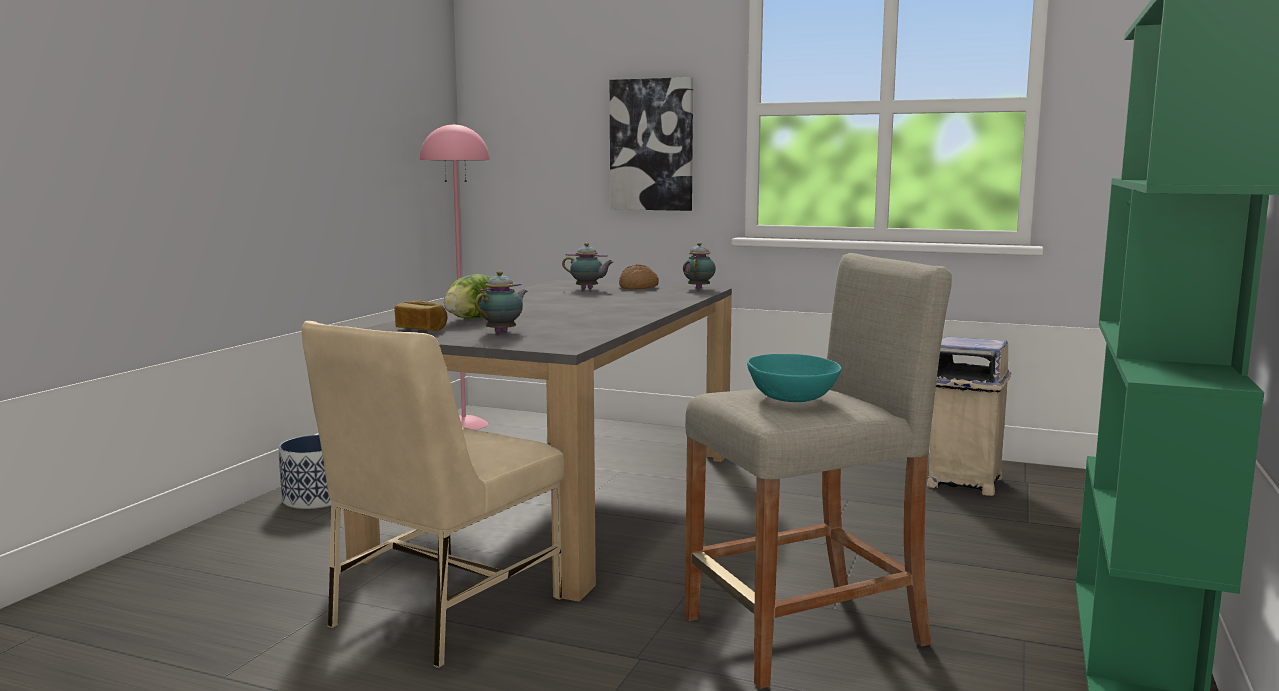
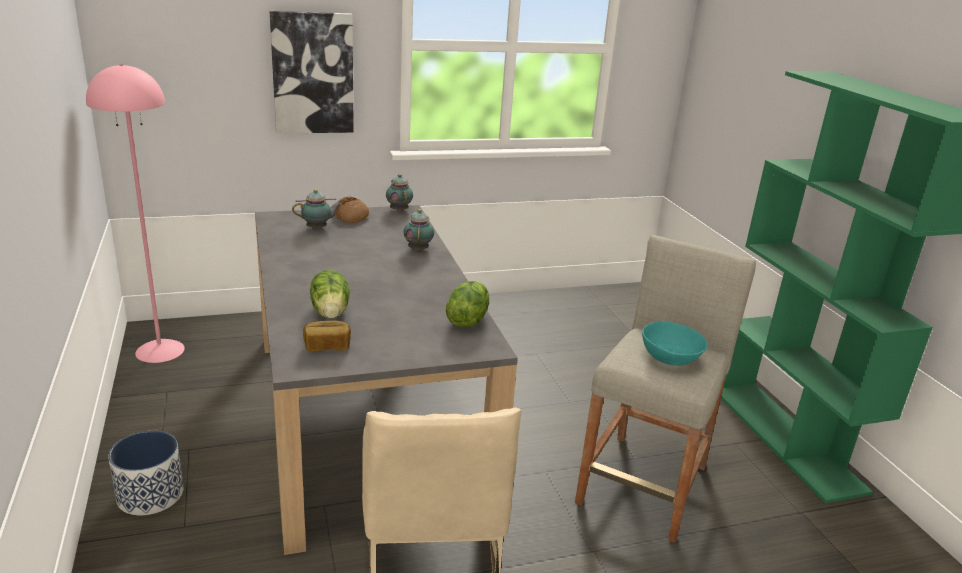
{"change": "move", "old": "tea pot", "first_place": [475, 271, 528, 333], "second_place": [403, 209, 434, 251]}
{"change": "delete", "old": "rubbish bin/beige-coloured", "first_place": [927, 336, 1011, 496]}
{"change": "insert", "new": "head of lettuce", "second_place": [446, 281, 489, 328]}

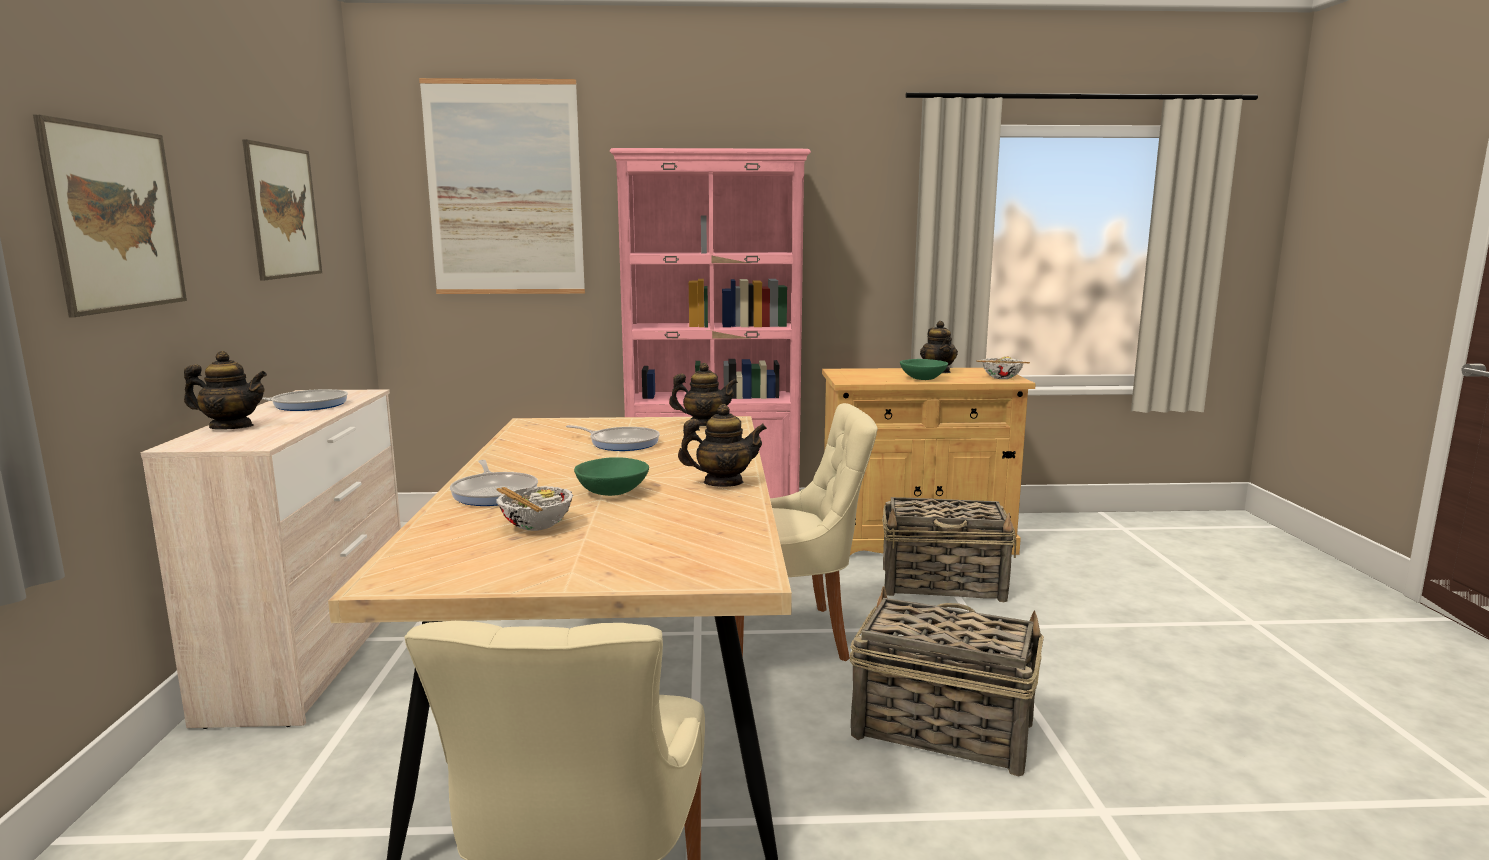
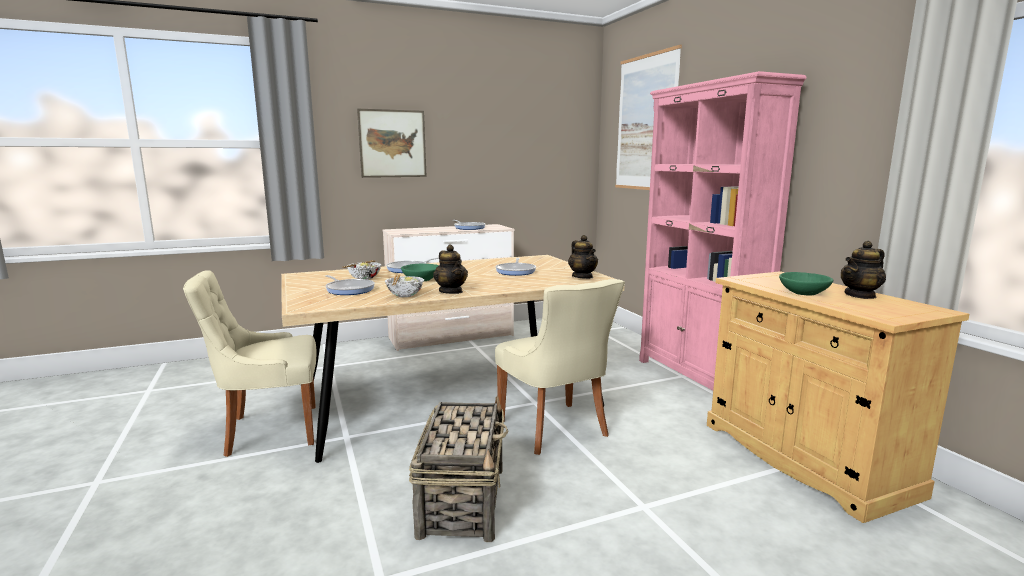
{"change": "delete", "old": "tea pot", "first_place": [184, 351, 267, 430]}
{"change": "delete", "old": "wall picture", "first_place": [242, 139, 322, 280]}
{"change": "delete", "old": "storage basket", "first_place": [882, 497, 1016, 602]}
{"change": "move", "old": "serving bowl", "first_place": [976, 357, 1030, 379], "second_place": [385, 275, 424, 297]}
{"change": "insert", "new": "skillet", "second_place": [325, 275, 375, 295]}

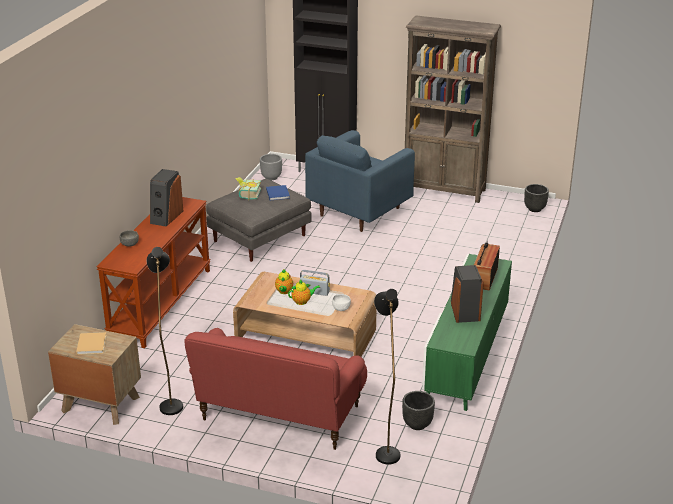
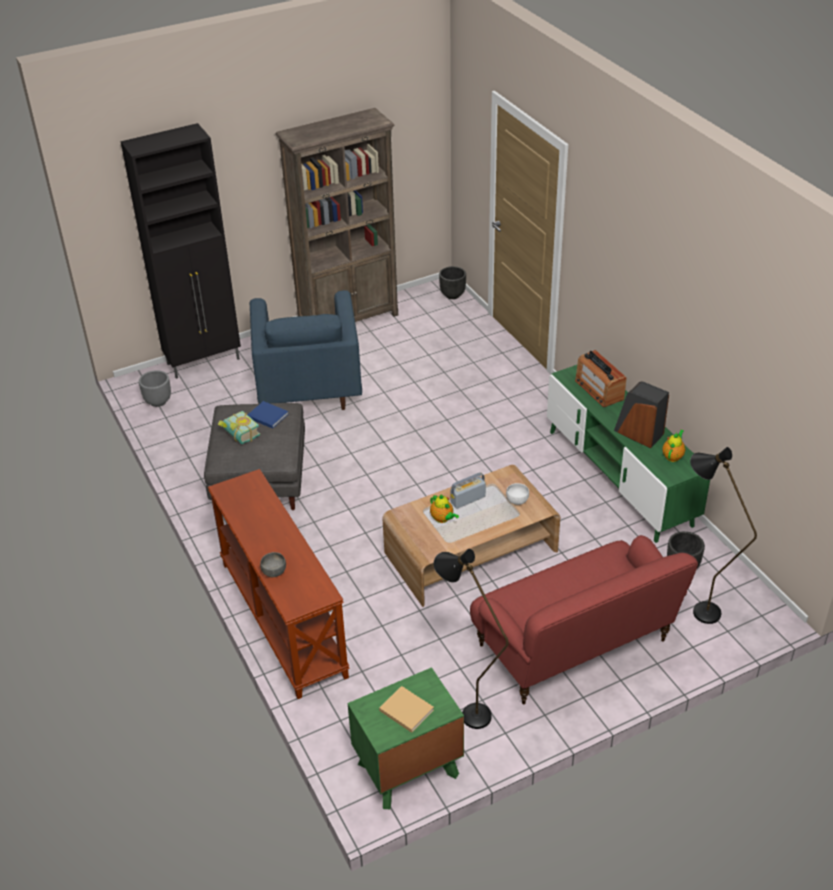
{"change": "recolor", "old": "nightstand/brown", "new": "nightstand/greenish", "first_place": [48, 324, 141, 425], "second_place": [348, 667, 464, 809]}
{"change": "delete", "old": "speaker", "first_place": [150, 169, 183, 227]}
{"change": "move", "old": "tea pot", "first_place": [288, 279, 320, 305], "second_place": [662, 430, 685, 462]}

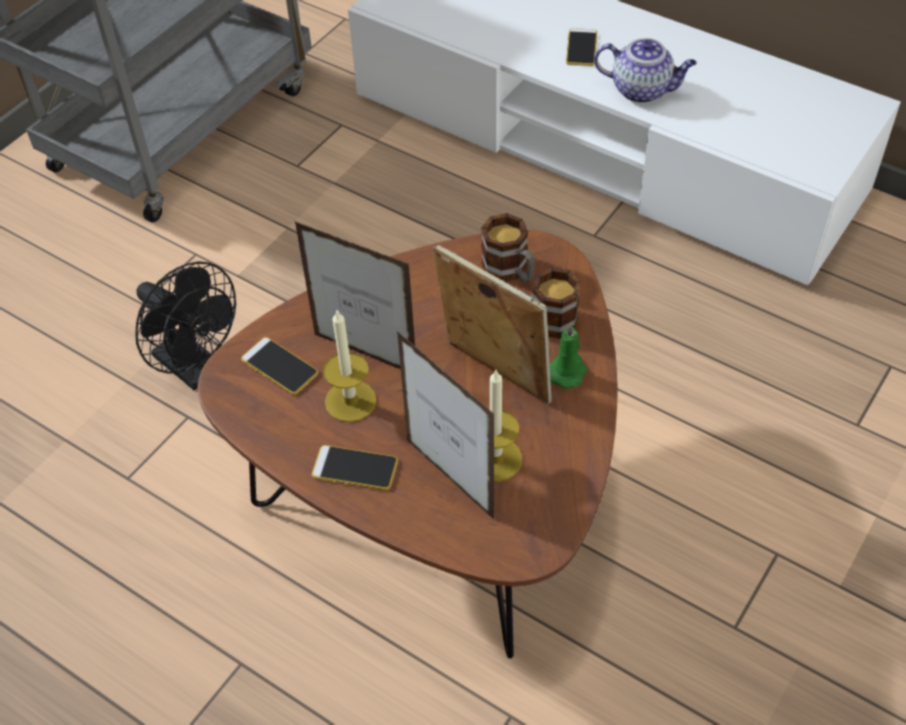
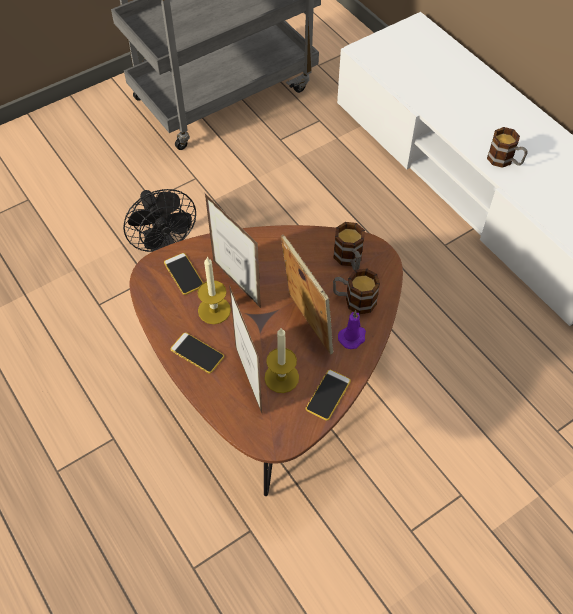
{"change": "recolor", "old": "candle/greenish", "new": "candle/purple", "first_place": [550, 323, 587, 389], "second_place": [338, 310, 366, 349]}
{"change": "move", "old": "telephone", "first_place": [566, 28, 597, 66], "second_place": [306, 370, 351, 421]}
{"change": "replace", "old": "tea pot", "new": "coffee mug", "first_place": [594, 38, 697, 103], "second_place": [487, 127, 527, 168]}

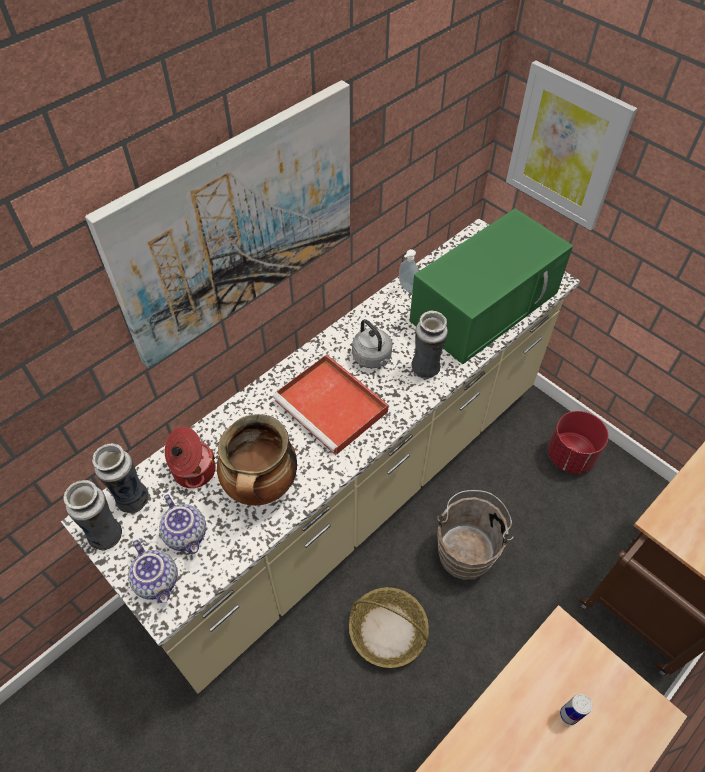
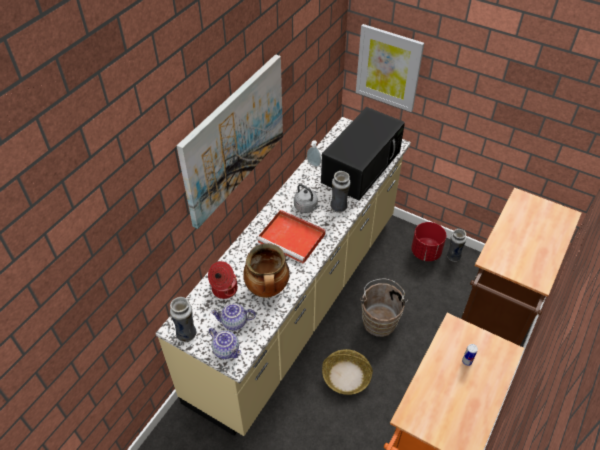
{"change": "move", "old": "flower vase", "first_place": [92, 443, 149, 513], "second_place": [447, 229, 466, 262]}
{"change": "rotate", "old": "tea pot", "first_place": [159, 494, 206, 554], "second_place": [210, 303, 256, 330], "degrees": 135}
{"change": "recolor", "old": "microwave oven/greenish", "new": "microwave oven/blackish", "first_place": [410, 208, 573, 364], "second_place": [321, 107, 405, 200]}

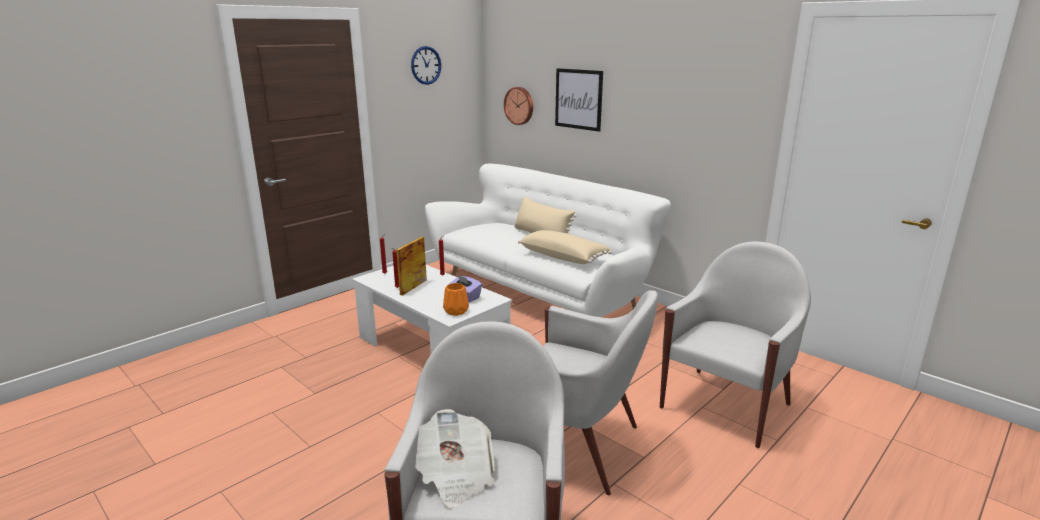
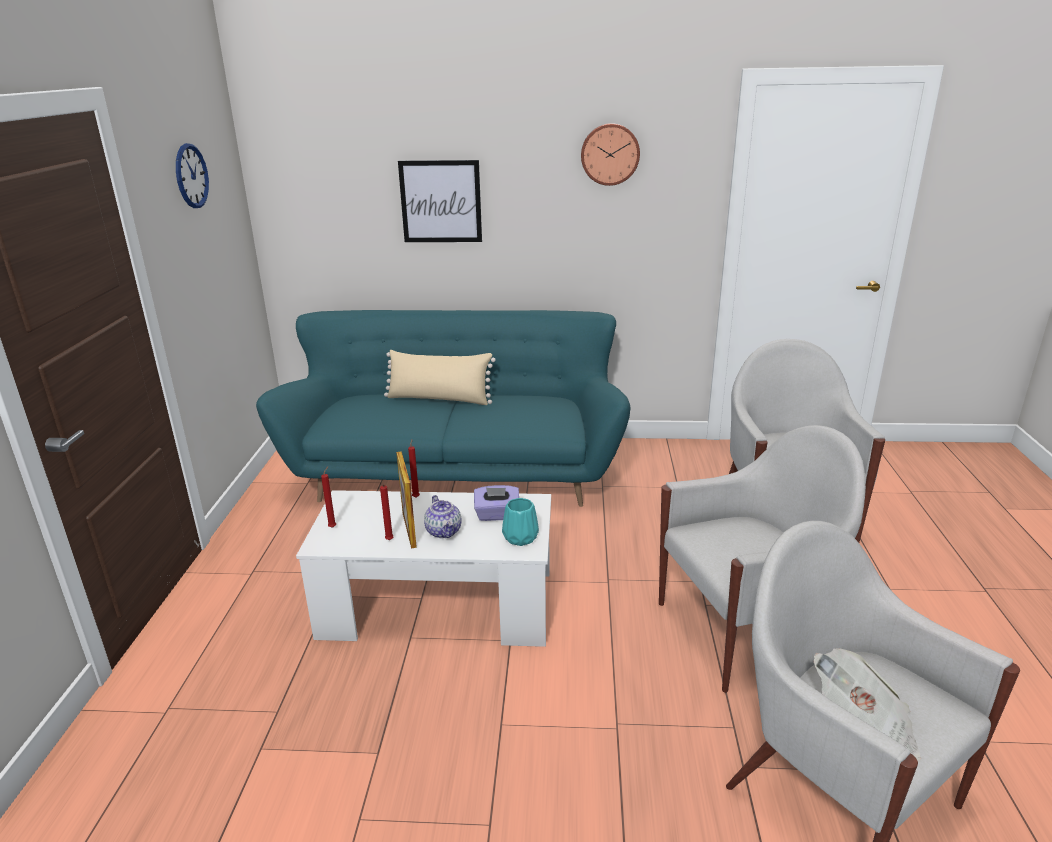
{"change": "recolor", "old": "sofa/white-coloured", "new": "sofa/turquoise", "first_place": [425, 164, 671, 317], "second_place": [256, 310, 631, 507]}
{"change": "recolor", "old": "flower vase/orangey", "new": "flower vase/turquoise", "first_place": [443, 283, 469, 316], "second_place": [502, 498, 539, 546]}
{"change": "move", "old": "clock on the wall", "first_place": [504, 87, 533, 125], "second_place": [581, 123, 640, 186]}
{"change": "delete", "old": "cushion/beige-coloured", "first_place": [518, 230, 612, 264]}
{"change": "insert", "new": "tea pot", "second_place": [424, 495, 462, 538]}

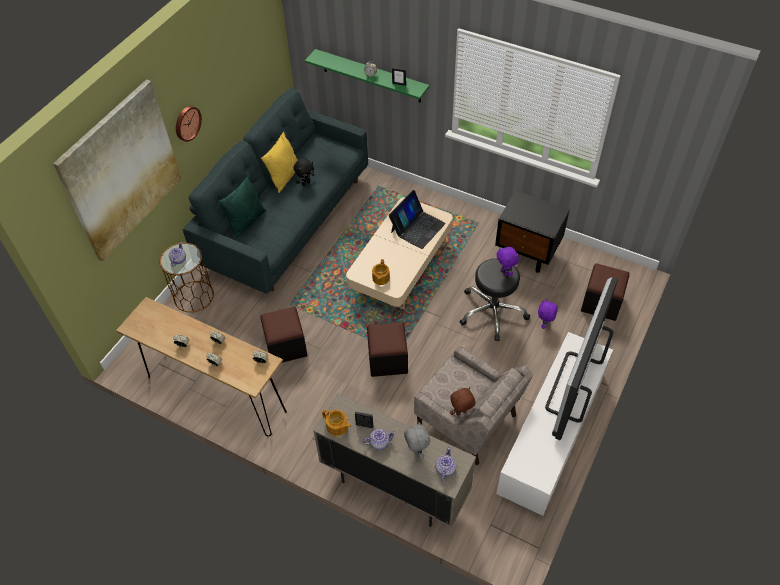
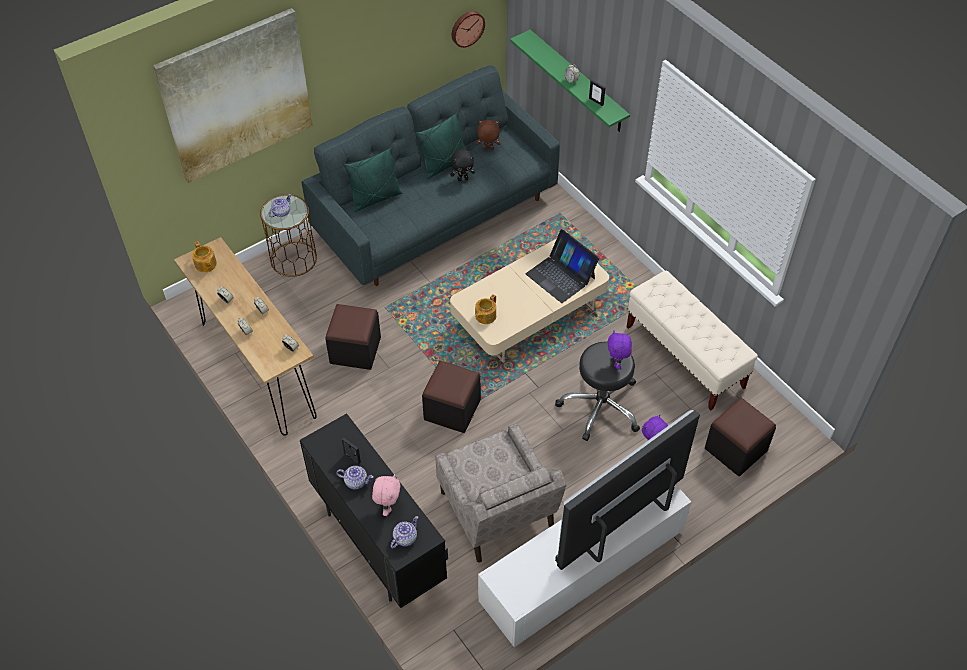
{"change": "move", "old": "clock on the wall", "first_place": [176, 106, 202, 142], "second_place": [452, 11, 485, 48]}
{"change": "recolor", "old": "cushion/yellowish", "new": "cushion/greenish", "first_place": [261, 132, 298, 193], "second_place": [416, 112, 466, 180]}
{"change": "recolor", "old": "cabinet/beige-coloured", "new": "cabinet/blackish", "first_place": [313, 393, 476, 527], "second_place": [300, 413, 448, 608]}
{"change": "move", "old": "tea pot", "first_place": [322, 409, 352, 436], "second_place": [192, 241, 217, 273]}
{"change": "rotate", "old": "portable computer", "first_place": [389, 190, 446, 249], "second_place": [526, 229, 599, 303], "degrees": 75}
{"change": "recolor", "old": "cuddly toy/gray", "new": "cuddly toy/pinkish", "first_place": [404, 421, 430, 459], "second_place": [372, 474, 400, 516]}
{"change": "move", "old": "cuddly toy/brown", "first_place": [450, 387, 475, 416], "second_place": [476, 120, 501, 150]}
{"change": "replace", "old": "nightstand/blackish", "new": "bench/beige-coloured", "first_place": [495, 191, 570, 273], "second_place": [627, 271, 758, 411]}

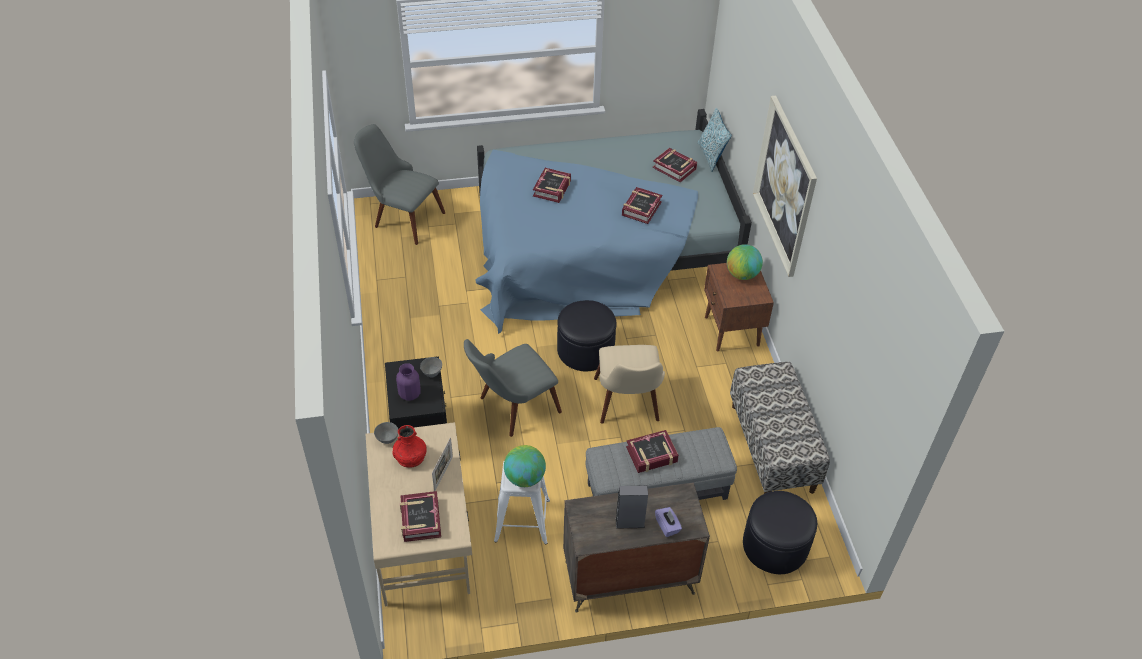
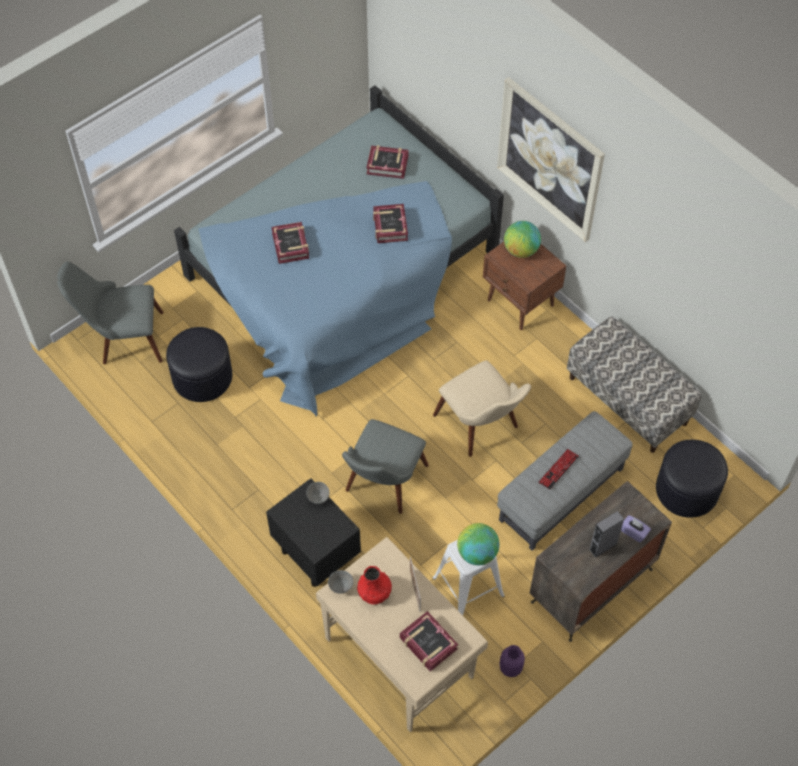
{"change": "move", "old": "flower vase/purple", "first_place": [396, 363, 421, 401], "second_place": [500, 645, 525, 677]}
{"change": "move", "old": "ottoman/blackish", "first_place": [557, 300, 617, 371], "second_place": [166, 327, 232, 402]}
{"change": "replace", "old": "bound book", "new": "PC keyboard", "first_place": [626, 430, 679, 473], "second_place": [538, 449, 579, 490]}
{"change": "delete", "old": "cushion", "first_place": [698, 108, 732, 171]}

